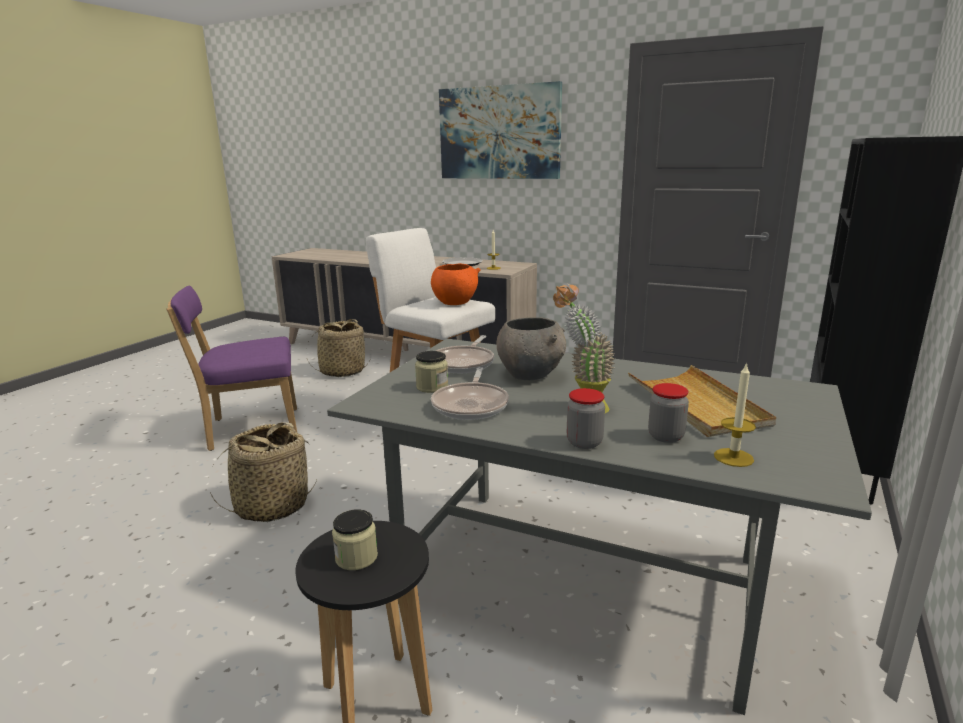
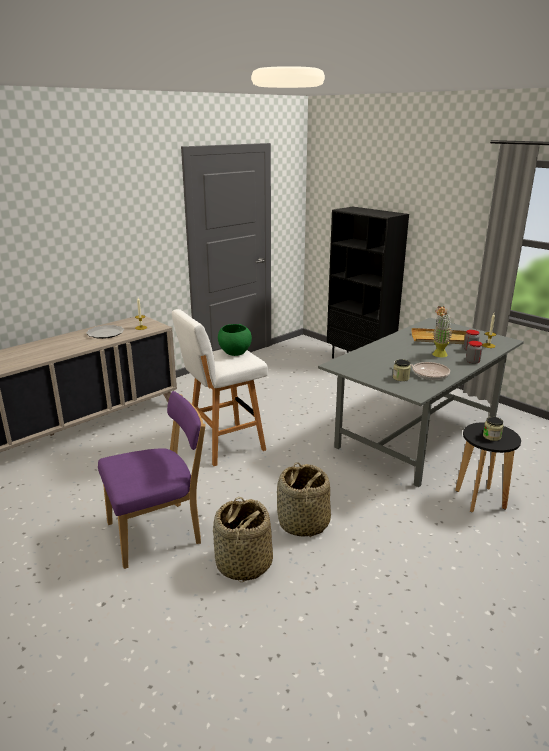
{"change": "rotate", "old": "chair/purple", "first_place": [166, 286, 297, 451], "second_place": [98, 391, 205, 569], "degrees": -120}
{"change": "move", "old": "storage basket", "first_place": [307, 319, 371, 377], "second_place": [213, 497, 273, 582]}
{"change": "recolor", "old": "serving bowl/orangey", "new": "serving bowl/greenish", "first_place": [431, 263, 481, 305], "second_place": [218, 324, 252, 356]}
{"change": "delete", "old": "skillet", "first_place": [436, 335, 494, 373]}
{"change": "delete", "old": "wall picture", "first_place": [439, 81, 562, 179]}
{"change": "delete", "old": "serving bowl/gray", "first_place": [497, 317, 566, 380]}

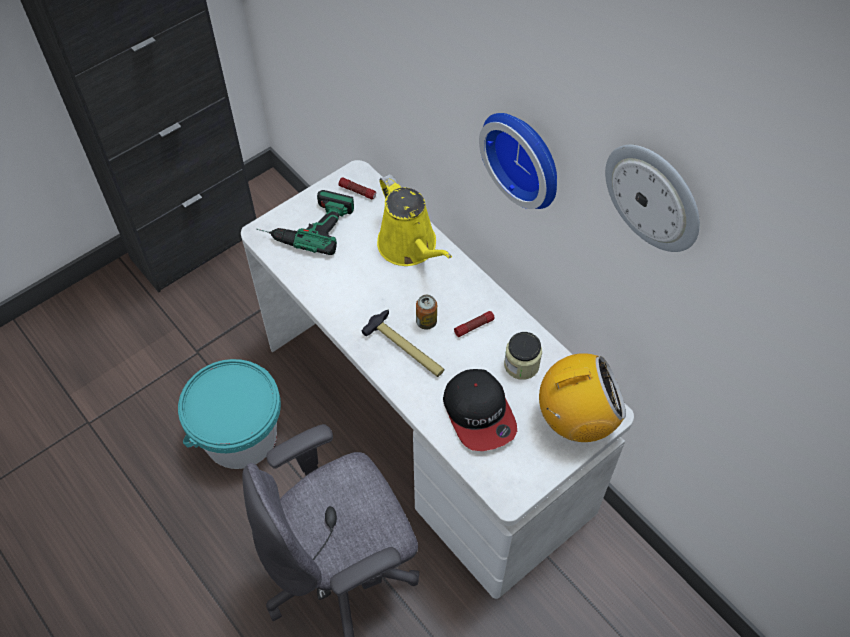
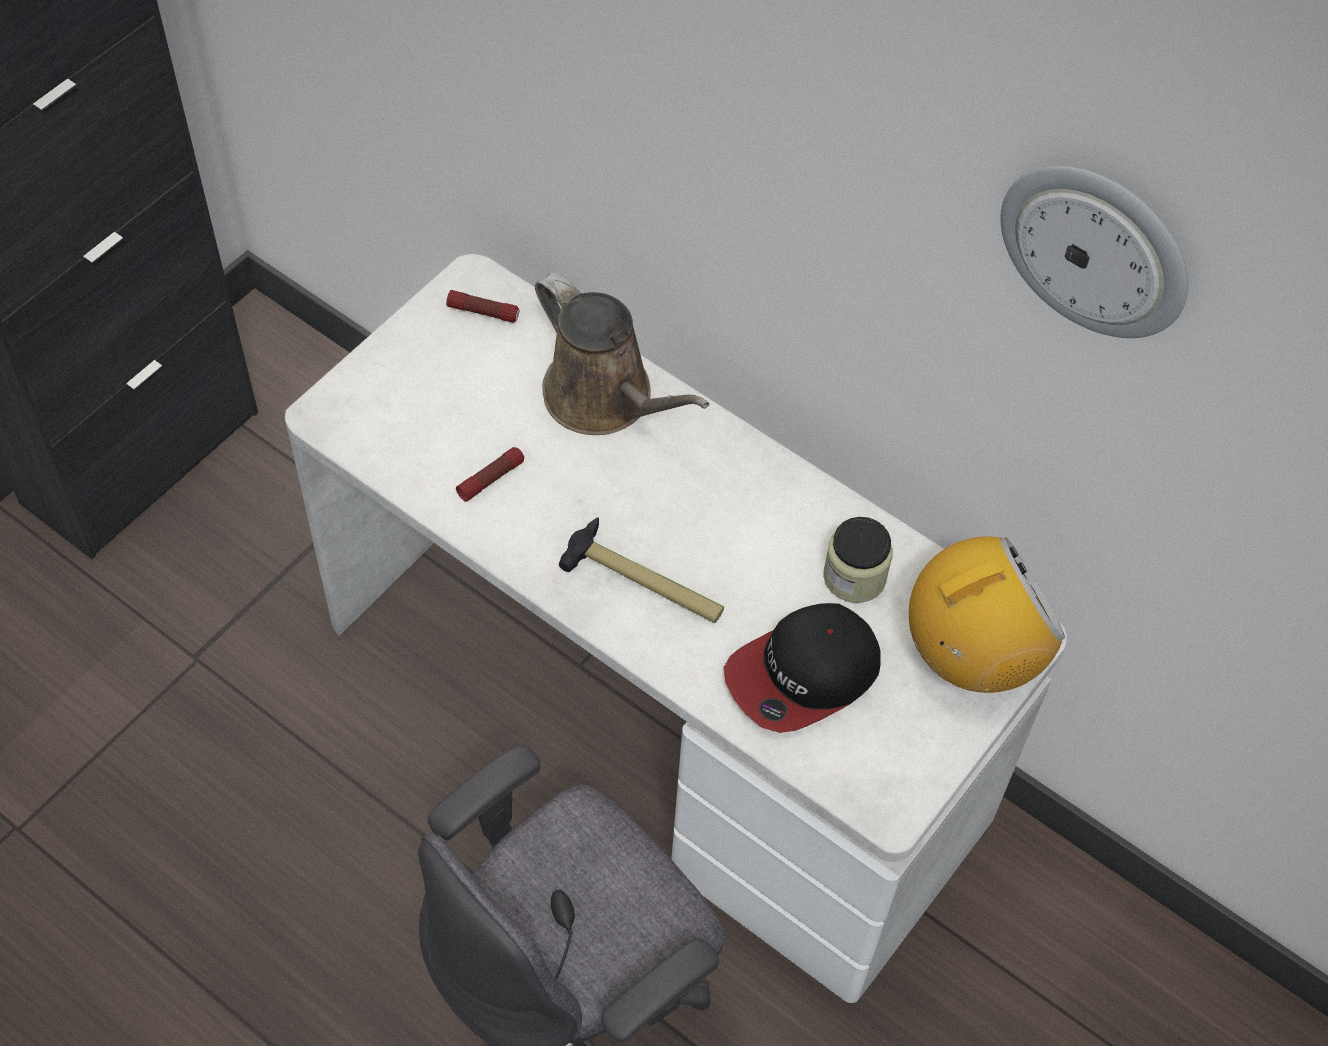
{"change": "delete", "old": "water bucket/turquoise", "first_place": [178, 359, 281, 469]}
{"change": "delete", "old": "drill", "first_place": [256, 190, 354, 255]}
{"change": "recolor", "old": "watering can/yellowish", "new": "watering can/brown", "first_place": [377, 174, 452, 266], "second_place": [535, 272, 709, 435]}
{"change": "delete", "old": "metal can", "first_place": [416, 295, 437, 330]}
{"change": "rotate", "old": "baseball cap", "first_place": [443, 369, 517, 451], "second_place": [724, 603, 881, 733], "degrees": 90}
{"change": "move", "old": "hand torch", "first_place": [454, 311, 495, 337], "second_place": [456, 447, 524, 502]}
{"change": "delete", "old": "clock on the wall", "first_place": [479, 113, 557, 209]}

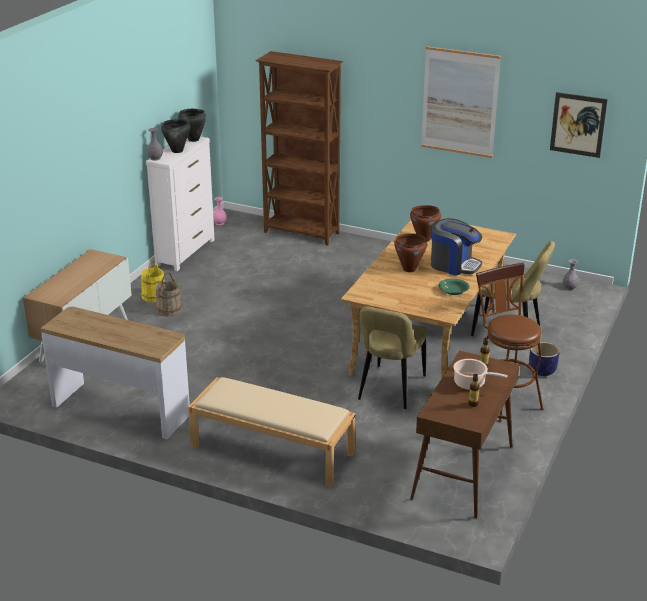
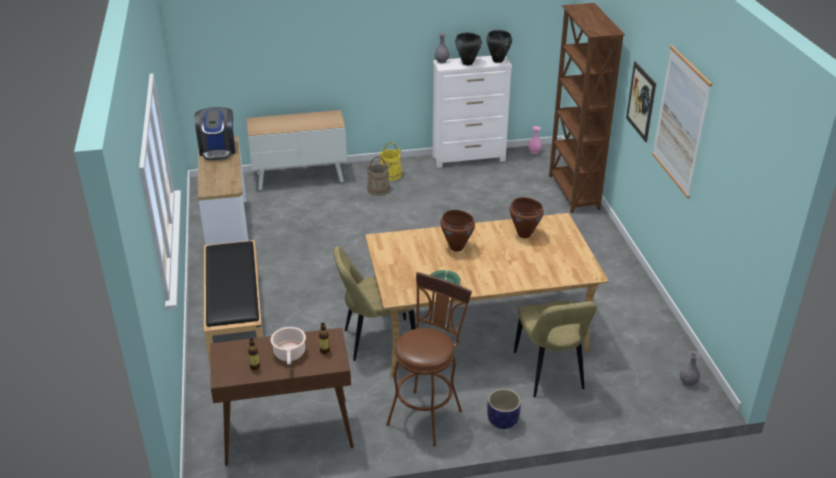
{"change": "recolor", "old": "bench/beige-coloured", "new": "bench/blackish", "first_place": [188, 377, 356, 487], "second_place": [204, 240, 263, 363]}
{"change": "move", "old": "coffee maker", "first_place": [431, 218, 482, 276], "second_place": [194, 107, 235, 160]}
{"change": "move", "old": "wall picture", "first_place": [550, 92, 608, 158], "second_place": [626, 61, 656, 142]}

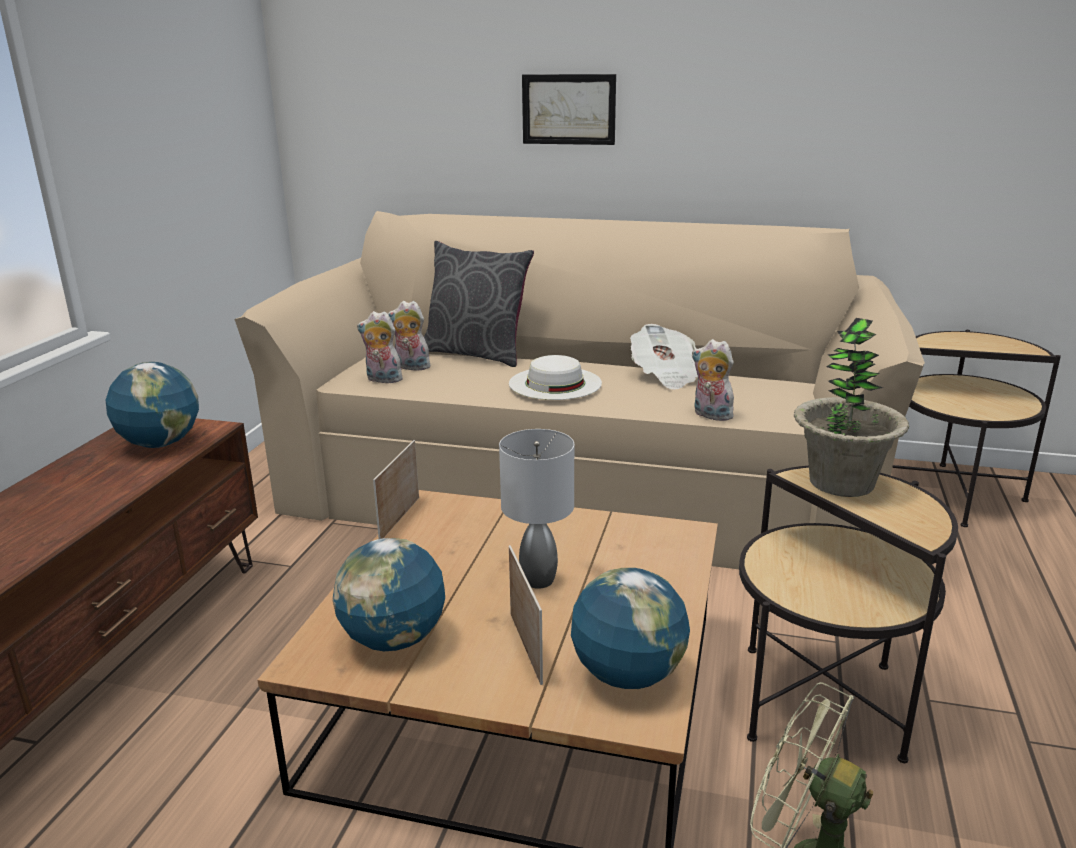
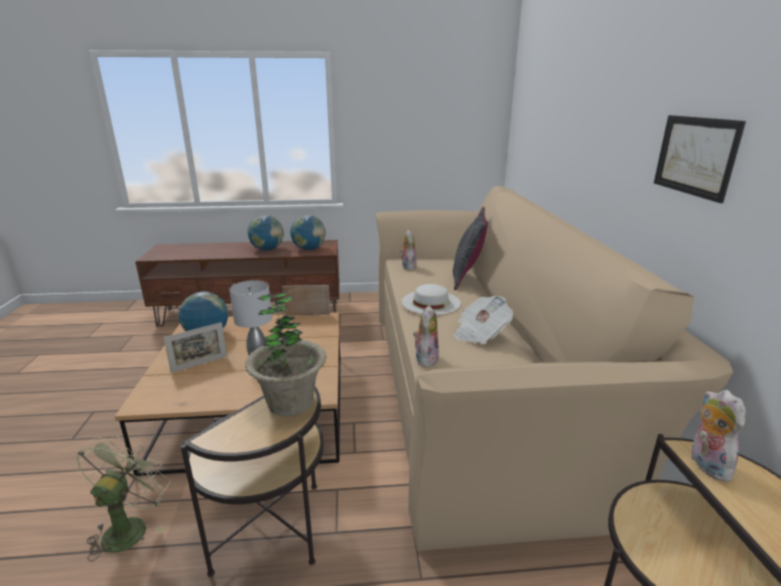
{"change": "move", "old": "cuddly toy", "first_place": [387, 301, 433, 371], "second_place": [691, 390, 746, 482]}
{"change": "move", "old": "wall picture", "first_place": [522, 74, 616, 145], "second_place": [654, 115, 746, 203]}
{"change": "move", "old": "desk globe", "first_place": [571, 568, 690, 689], "second_place": [248, 215, 284, 251]}

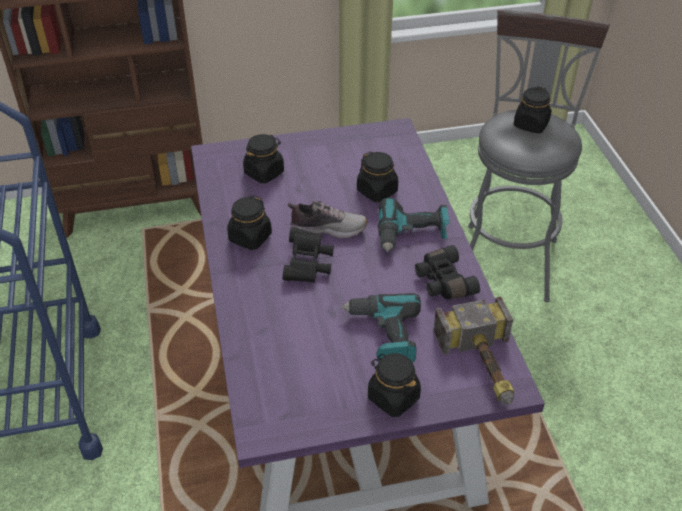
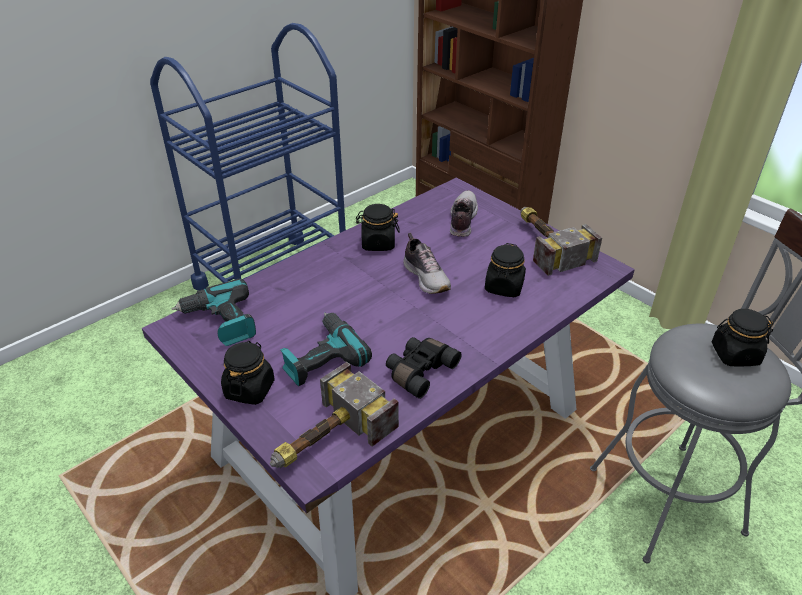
{"change": "replace", "old": "jar/blackish", "new": "low shoe", "first_place": [243, 134, 284, 183], "second_place": [450, 190, 478, 237]}
{"change": "delete", "old": "field glasses/blackish", "first_place": [283, 227, 334, 283]}
{"change": "move", "old": "drill", "first_place": [378, 197, 450, 253], "second_place": [171, 279, 256, 346]}
{"change": "insert", "new": "tool hammer", "second_place": [520, 207, 602, 276]}

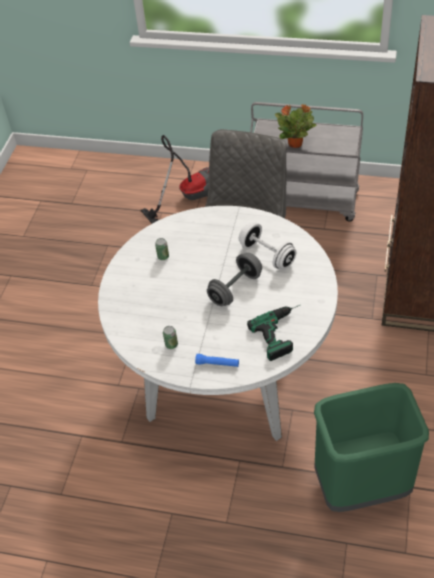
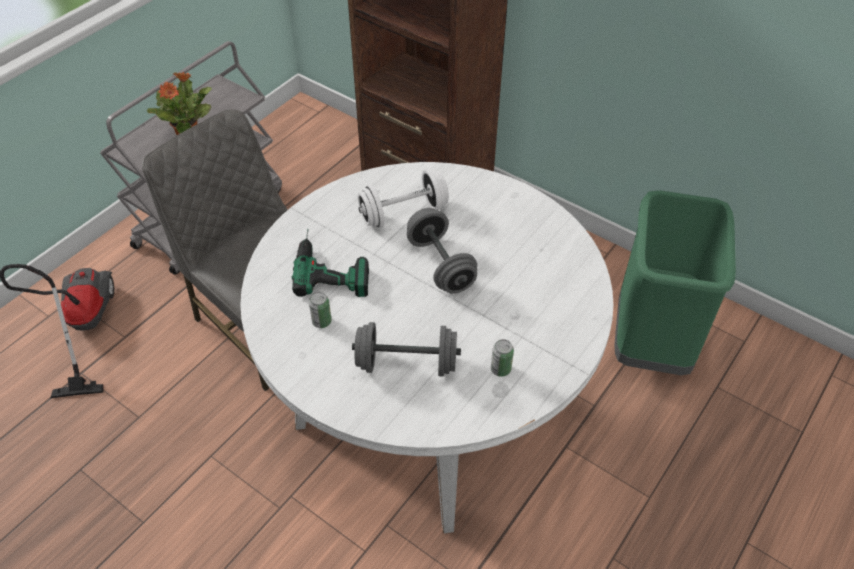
{"change": "delete", "old": "hand torch/blue-coloured", "first_place": [195, 354, 239, 367]}
{"change": "move", "old": "drill", "first_place": [247, 305, 300, 361], "second_place": [291, 229, 369, 297]}
{"change": "insert", "new": "hand weight/gray", "second_place": [352, 322, 461, 376]}

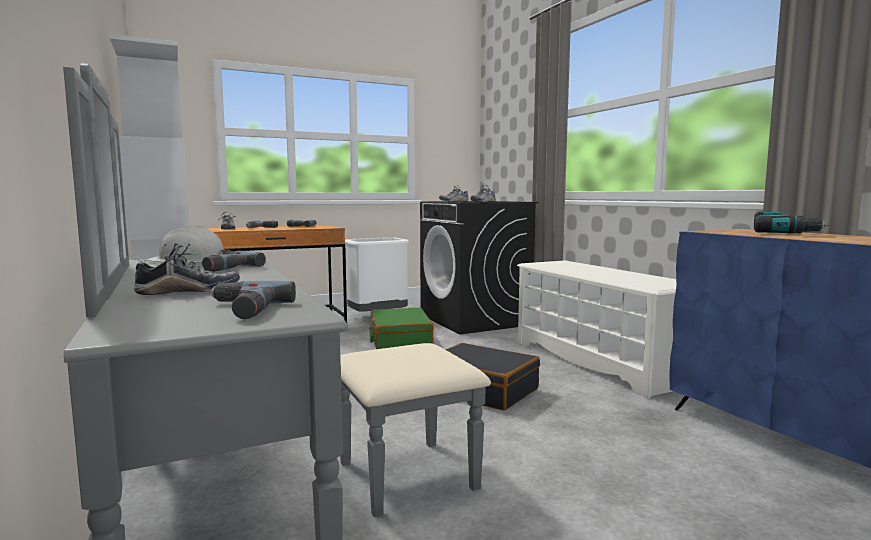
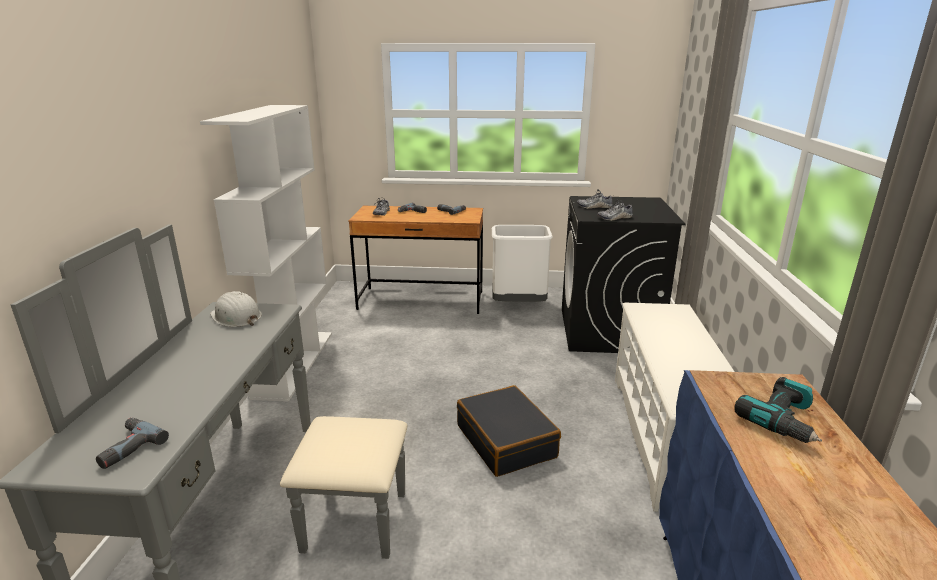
{"change": "delete", "old": "low shoe", "first_place": [133, 244, 240, 295]}
{"change": "delete", "old": "drill", "first_place": [202, 251, 266, 272]}
{"change": "delete", "old": "travel case/greenish", "first_place": [369, 308, 434, 349]}

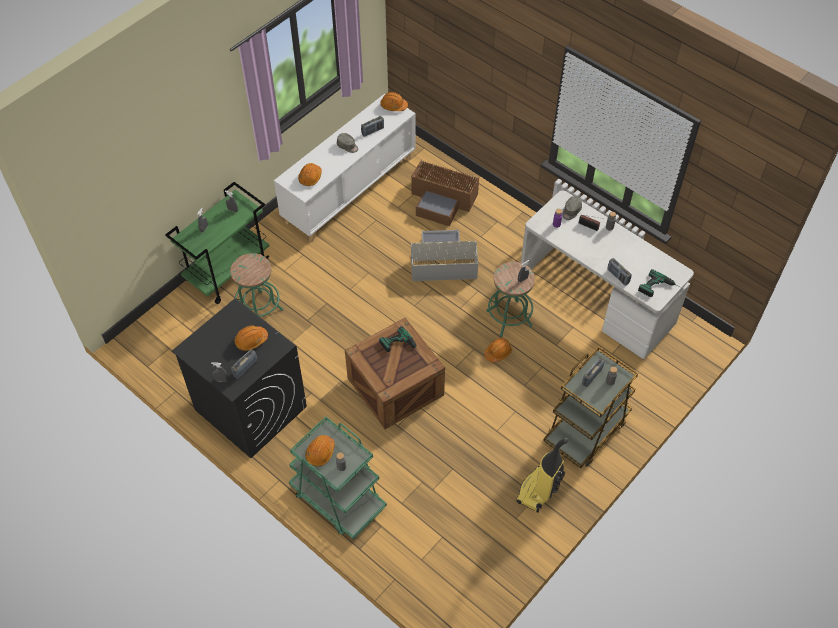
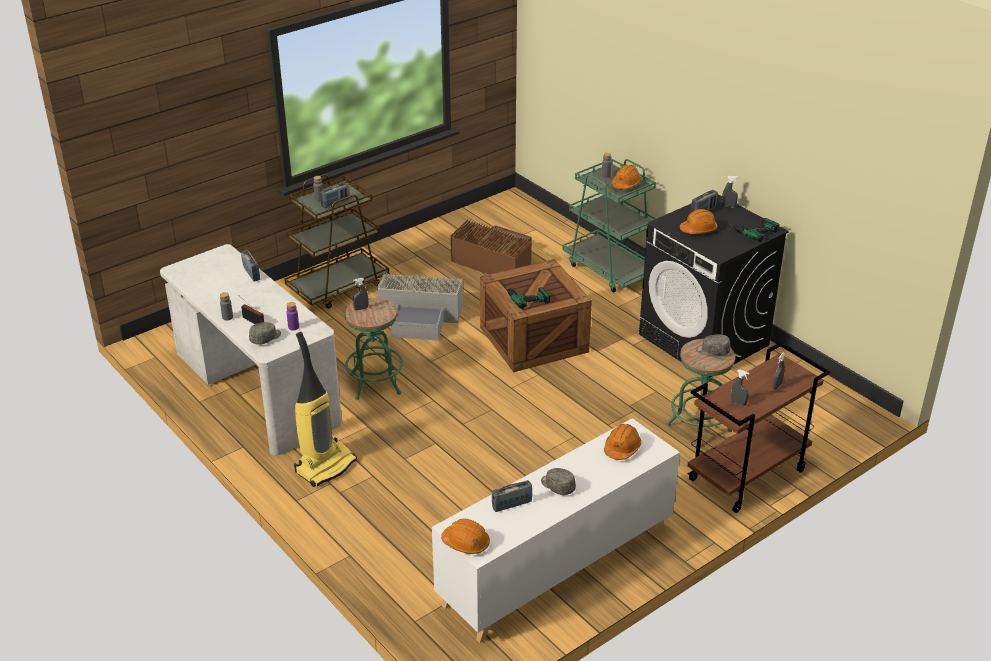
{"change": "recolor", "old": "cart/greenish", "new": "cart/brown", "first_place": [165, 182, 269, 304], "second_place": [687, 342, 830, 513]}
{"change": "move", "old": "storage container/brown", "first_place": [411, 159, 479, 226], "second_place": [450, 220, 532, 275]}
{"change": "move", "old": "storage container/gray", "first_place": [411, 230, 478, 281], "second_place": [377, 272, 463, 341]}
{"change": "delete", "old": "hard hat/orangey", "first_place": [484, 338, 512, 363]}
{"change": "move", "old": "vacuum cleaner", "first_place": [516, 438, 569, 513], "second_place": [294, 332, 357, 487]}
{"change": "move", "old": "drill", "first_place": [638, 269, 681, 297], "second_place": [727, 218, 780, 242]}
{"change": "insert", "new": "baseball cap/gray", "second_place": [696, 334, 731, 355]}

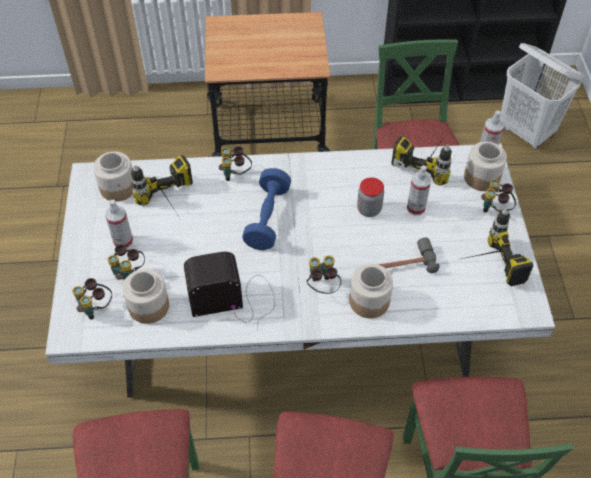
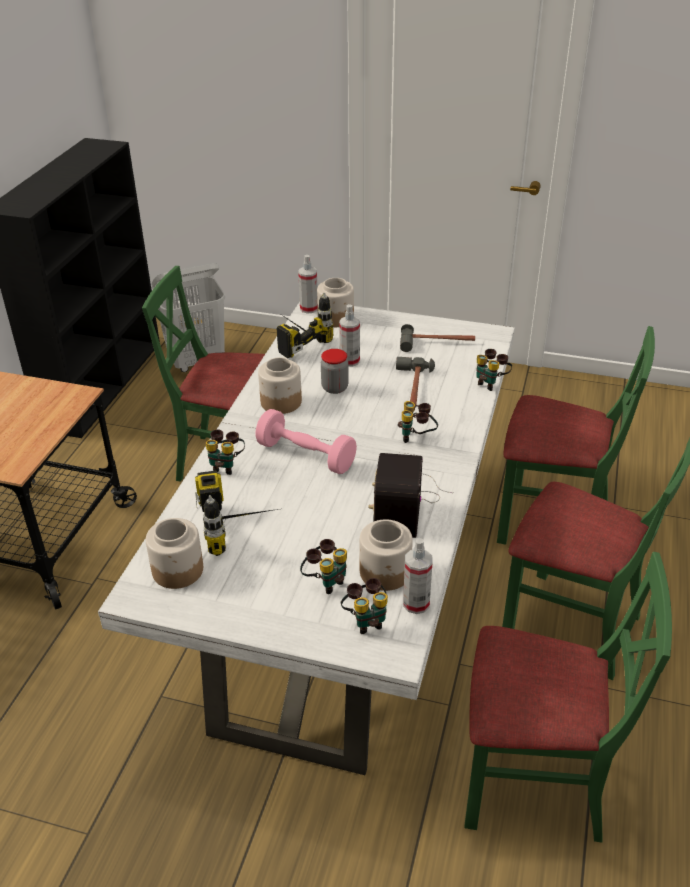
{"change": "move", "old": "spray bottle", "first_place": [105, 200, 133, 249], "second_place": [403, 538, 433, 614]}
{"change": "recolor", "old": "hand weight/blue-coloured", "new": "hand weight/pinkish", "first_place": [242, 168, 291, 250], "second_place": [255, 409, 357, 474]}
{"change": "move", "old": "jar", "first_place": [349, 264, 393, 318], "second_place": [258, 357, 302, 414]}
{"change": "replace", "old": "drill", "new": "tool hammer", "first_place": [458, 208, 534, 286], "second_place": [400, 324, 475, 352]}
{"change": "move", "old": "field glasses", "first_place": [481, 179, 516, 213], "second_place": [476, 349, 512, 391]}

